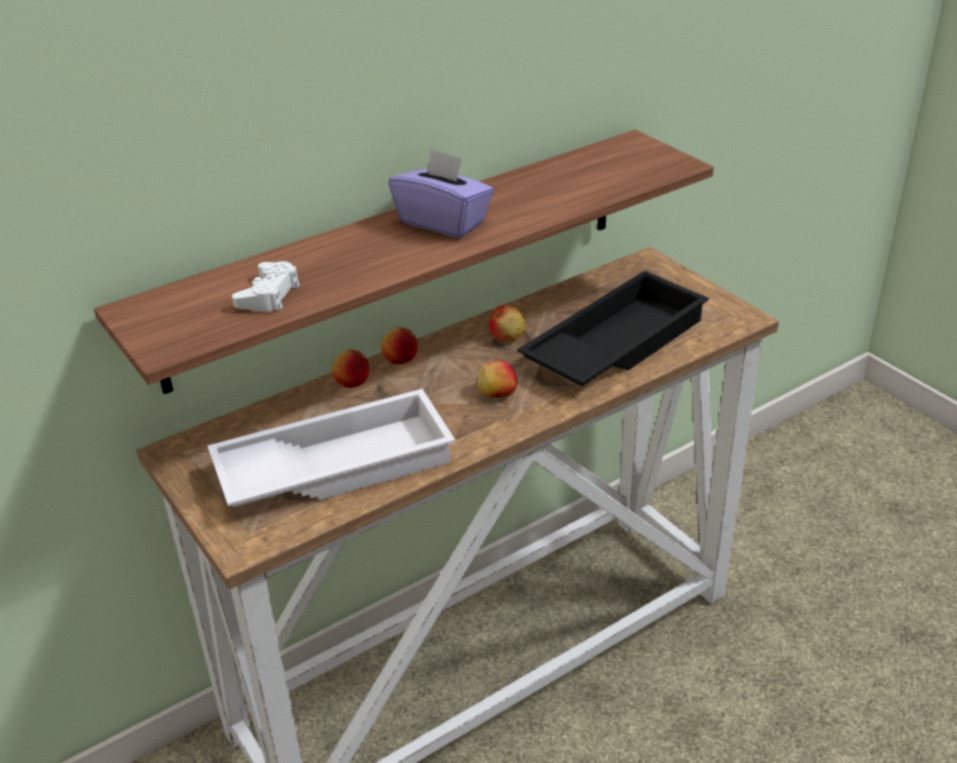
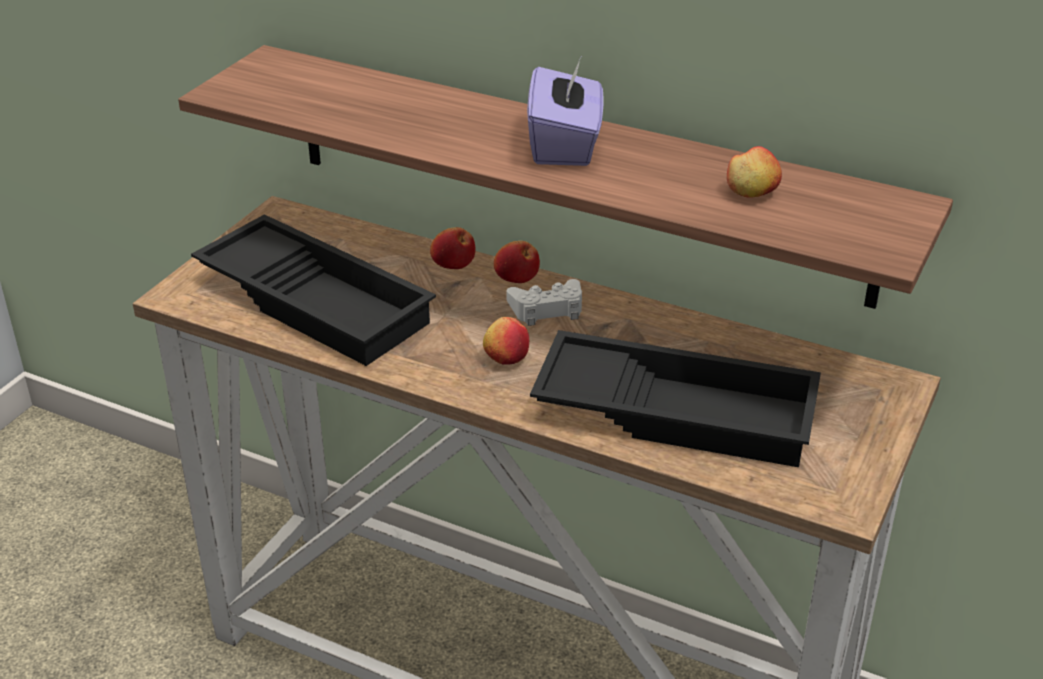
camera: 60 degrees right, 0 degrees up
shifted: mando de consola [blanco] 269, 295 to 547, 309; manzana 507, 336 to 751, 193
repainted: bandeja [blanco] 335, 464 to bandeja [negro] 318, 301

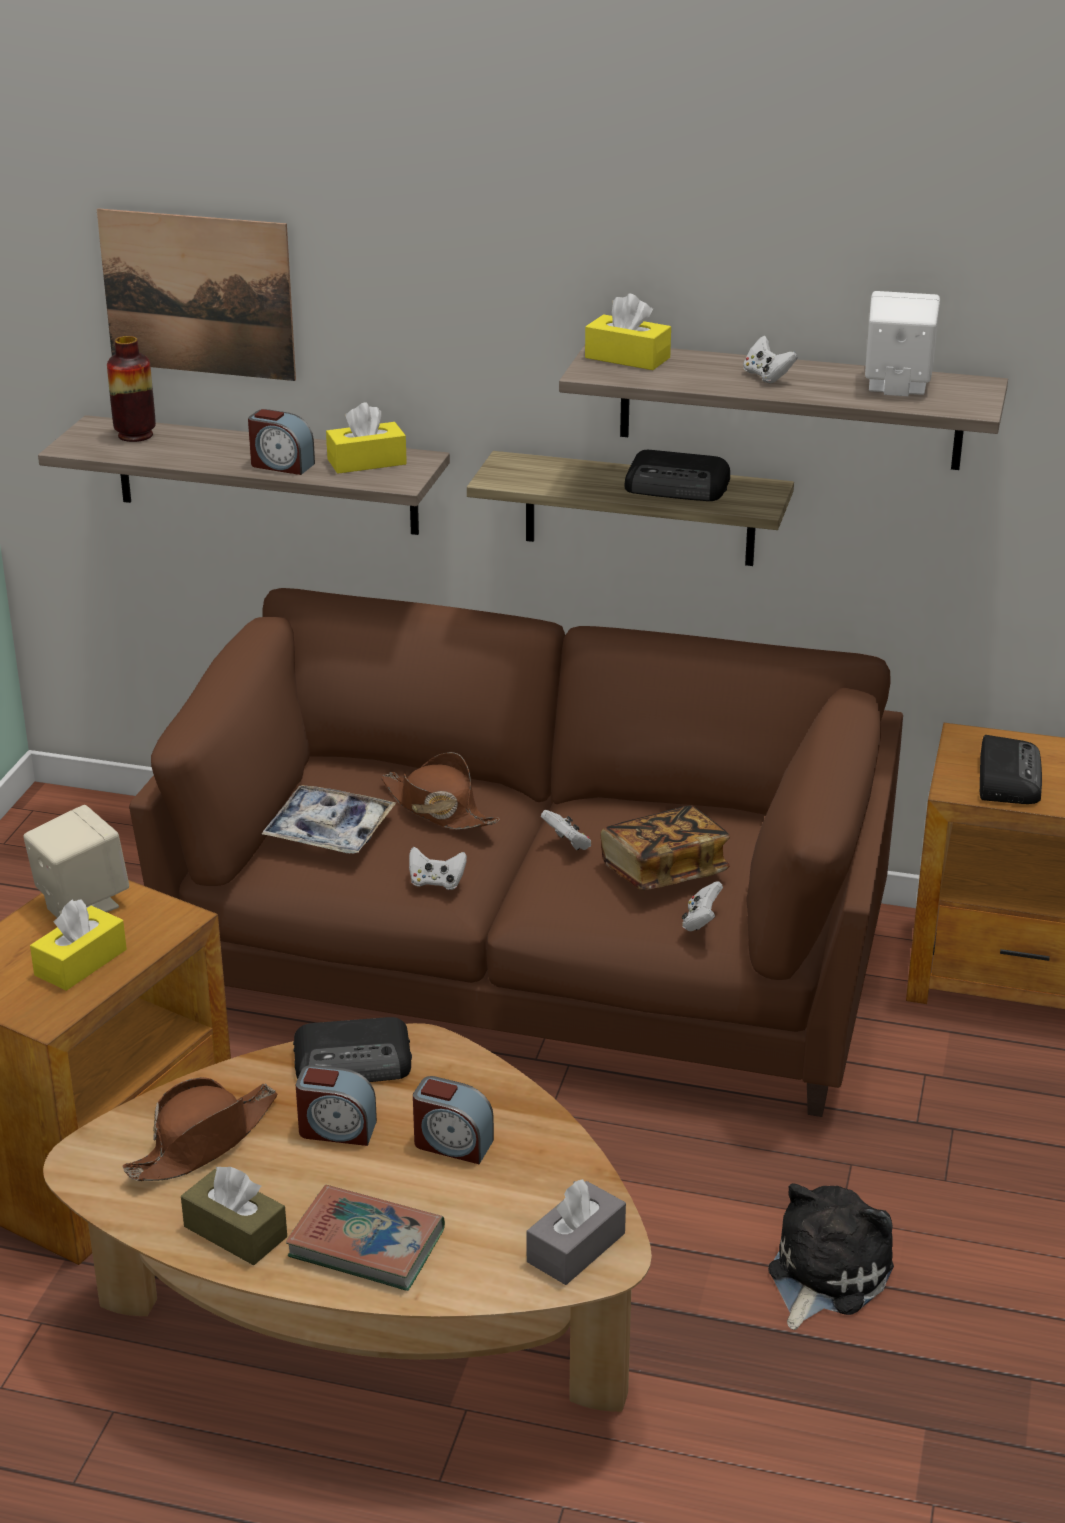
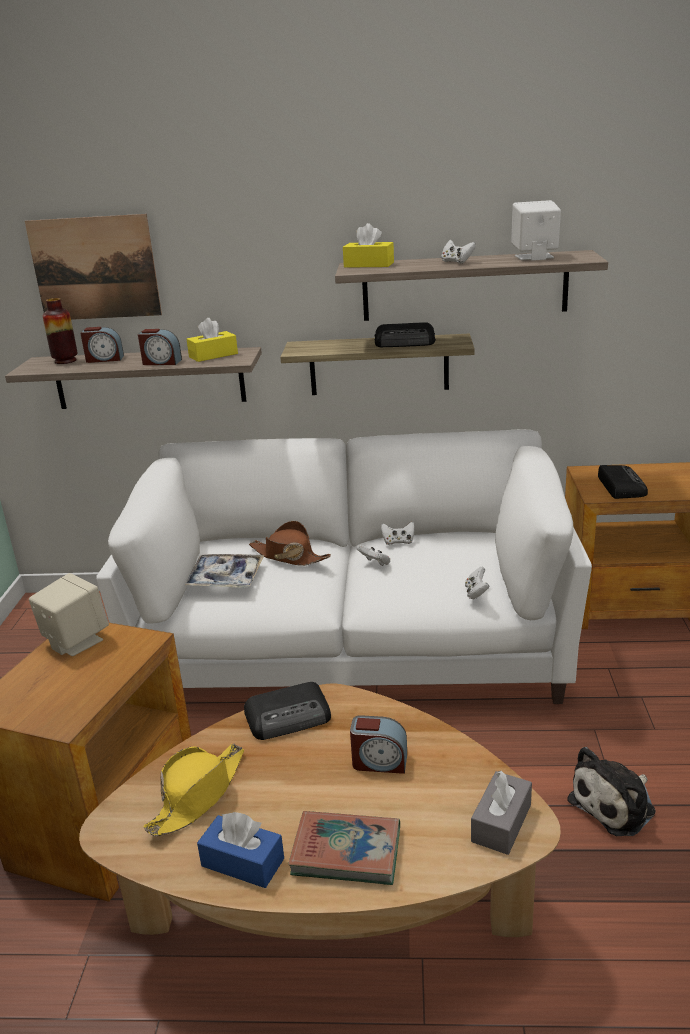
camera: 10 degrees left, 5 degrees down
gone: caja de pañuelos [amarillo] 80, 962; libro 664, 871
shifted: despertador 336, 1129 to 104, 359; mando de consola [blanco] 436, 882 to 398, 542
repainted: sombrero [marrón] 203, 1141 to sombrero [amarillo] 198, 795; sofá [marrón] 533, 963 to sofá [blanco] 353, 644; caja de pañuelos [marrón] 235, 1232 to caja de pañuelos [azul] 242, 862
rotated: peluche 824, 1275 = 615, 805 150 degrees counterclockwise

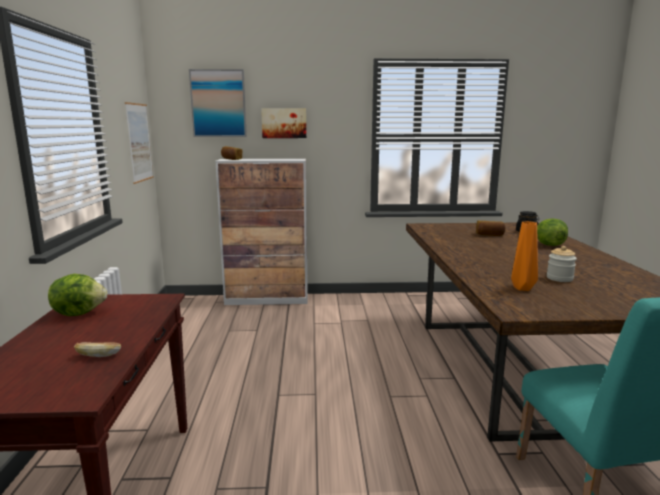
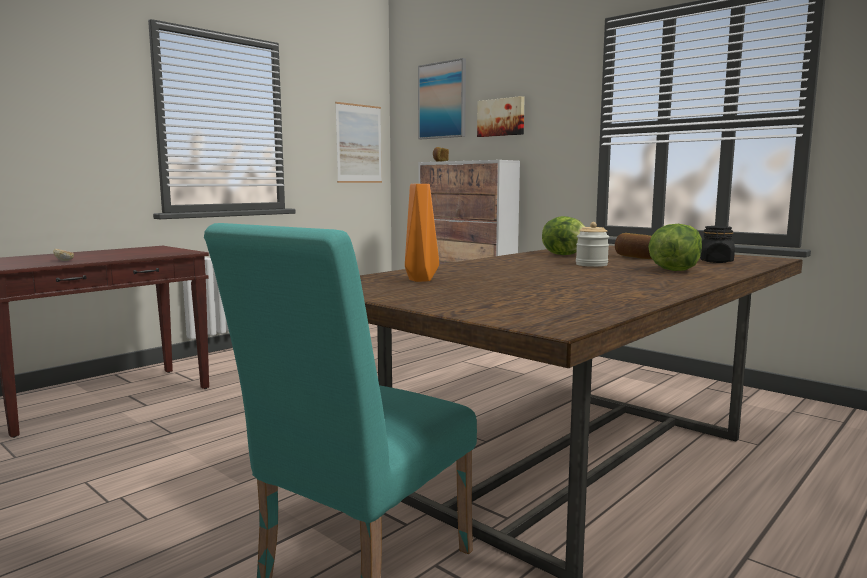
camera: 45 degrees right, 5 degrees down
shifted: lechuga 79, 313 to 565, 255; tarro 559, 278 to 591, 265

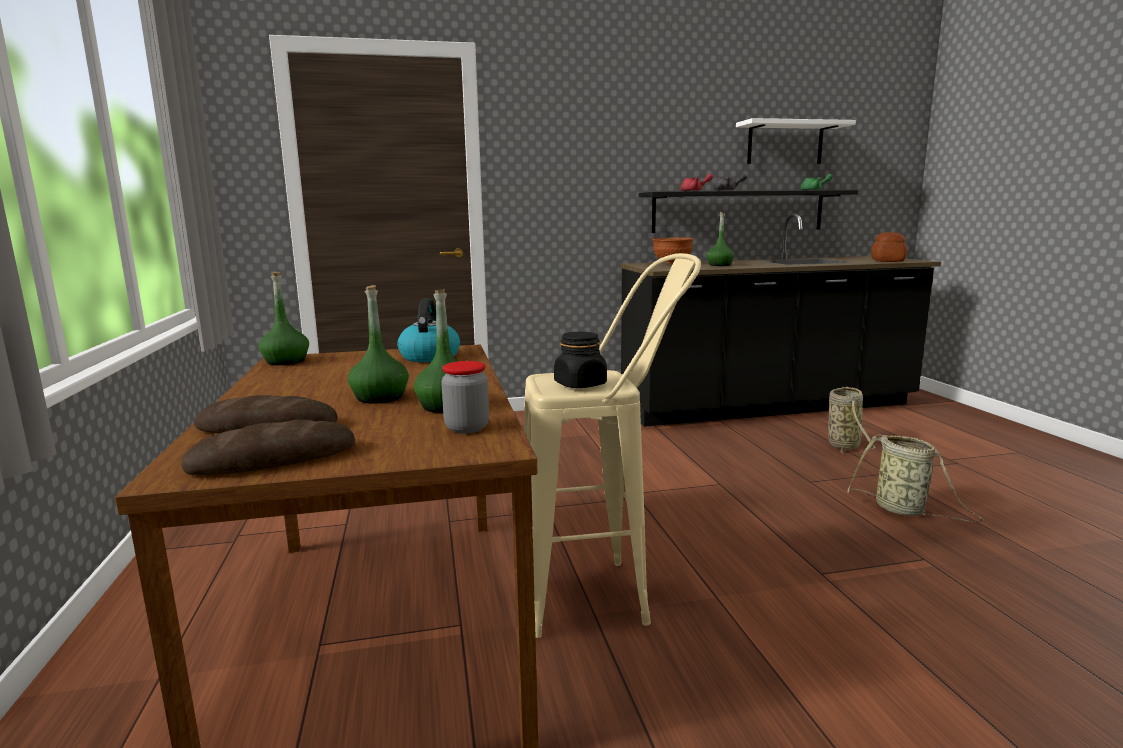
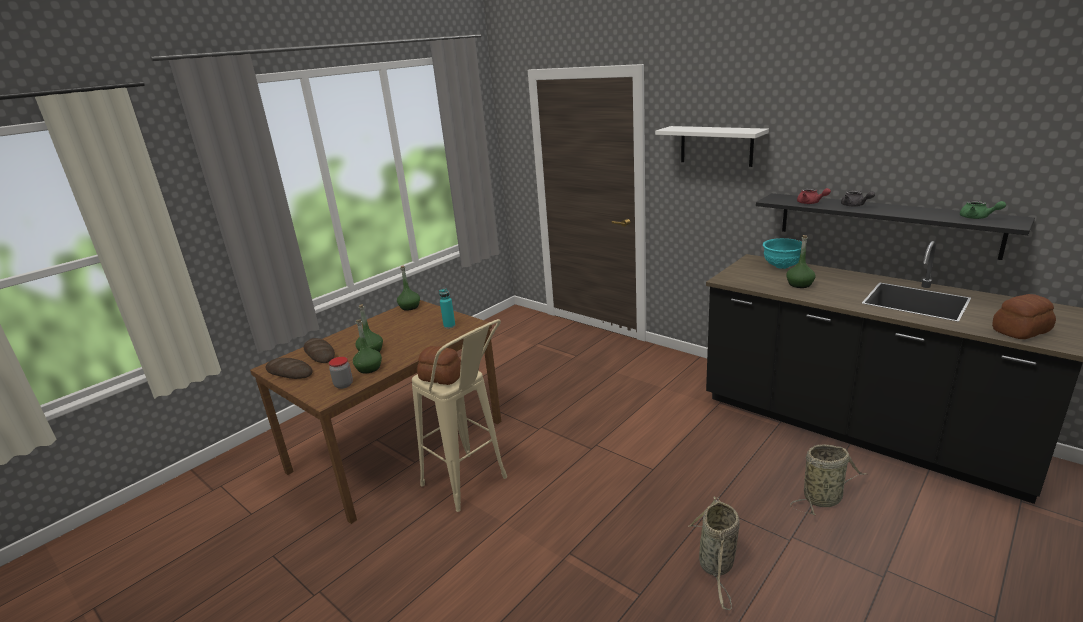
camera: 55 degrees right, 10 degrees up
shifted: estante [blanco] 785, 143 to 716, 145
swapped: hervidor 429, 356 to botella [turquesa] 449, 326; tarro [negro] 580, 384 to pan 441, 377
repainted: cuenco [marrón] 672, 263 to cuenco [turquesa] 781, 266

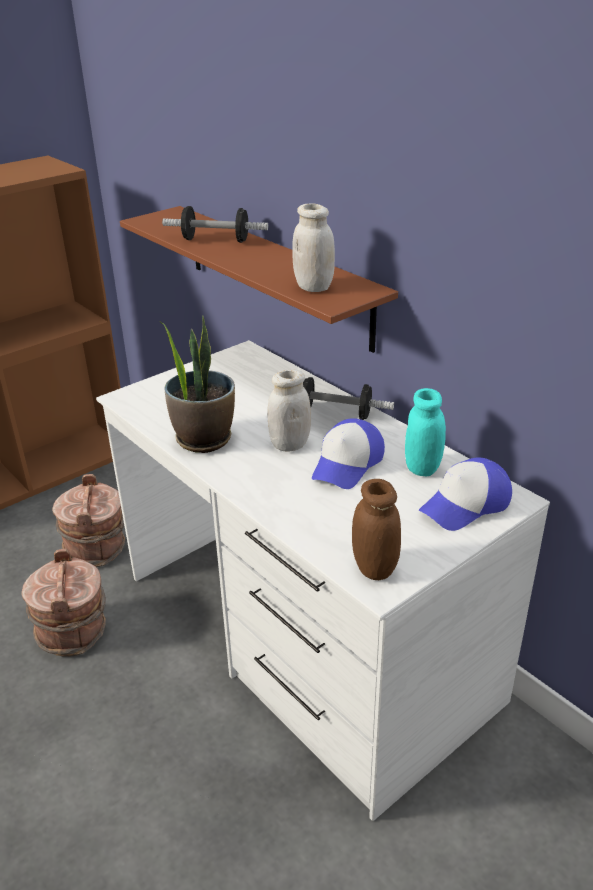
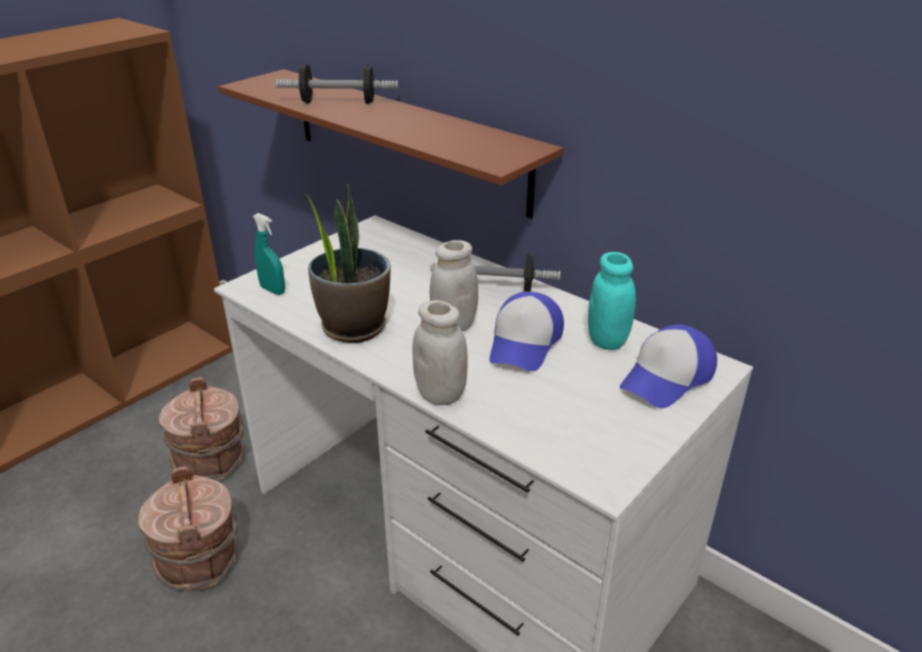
camera: 10 degrees left, 0 degrees up
gone: tarro [marrón] 374, 568
new: pulverizador [turquesa] 273, 290
shifted: tarro [blanco] 313, 287 to 440, 394

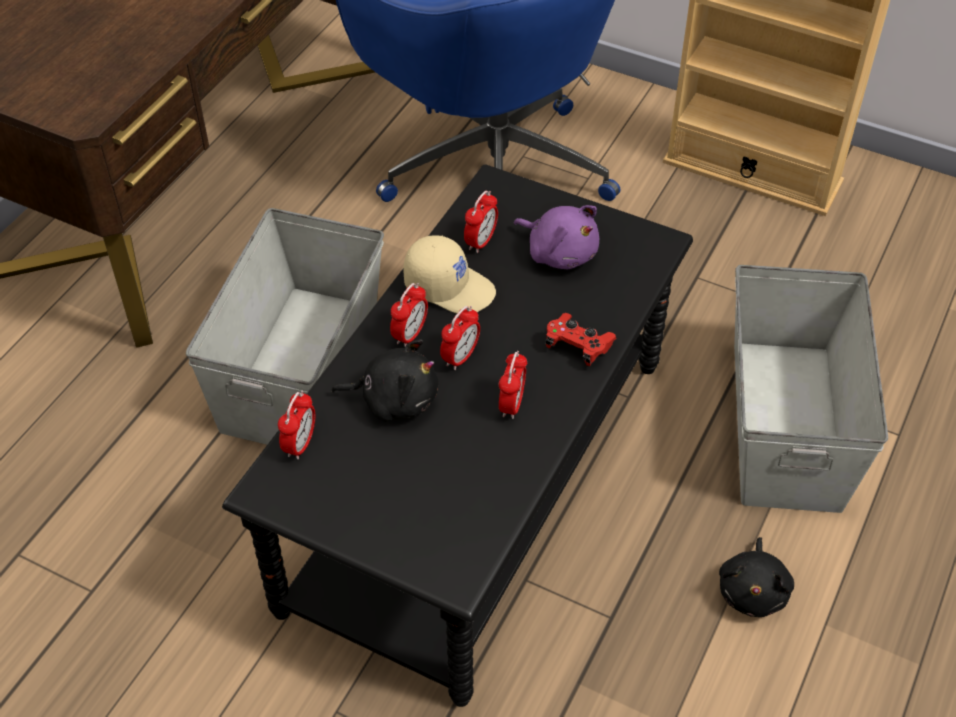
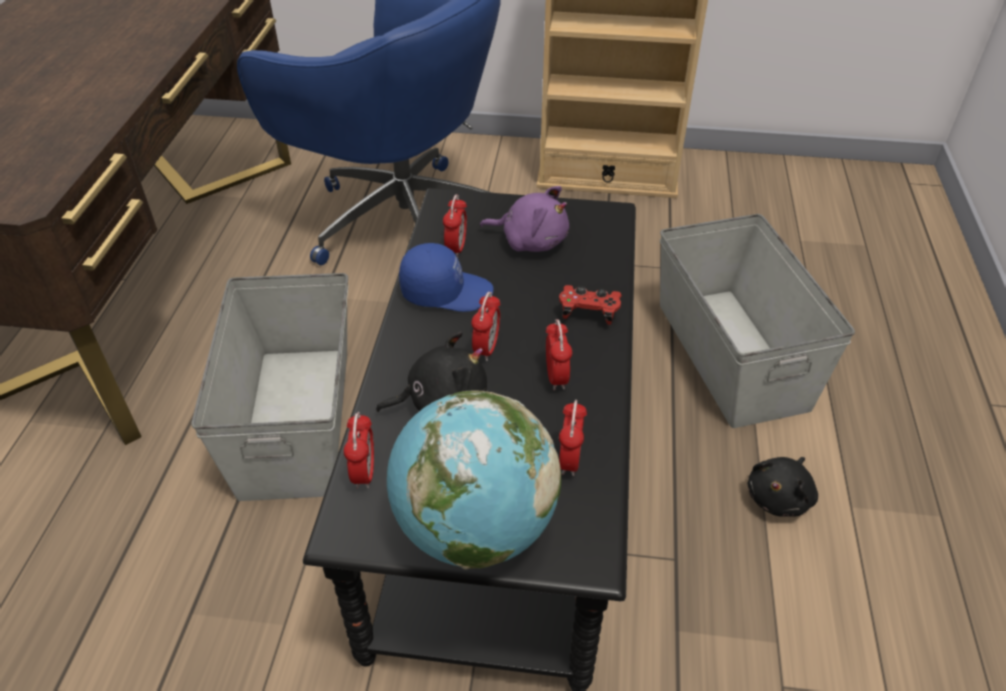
camera: 20 degrees left, 5 degrees down
new: globo terráqueo 474, 528
shifted: despertador 410, 334 to 569, 460
repainted: gorra [beis] 450, 286 to gorra [azul] 446, 291
rotated: peluche [negro] 753, 591 = 779, 497 45 degrees clockwise

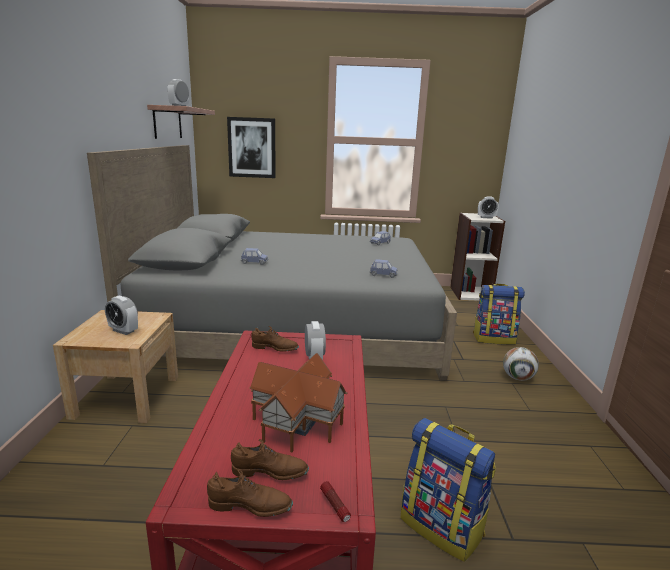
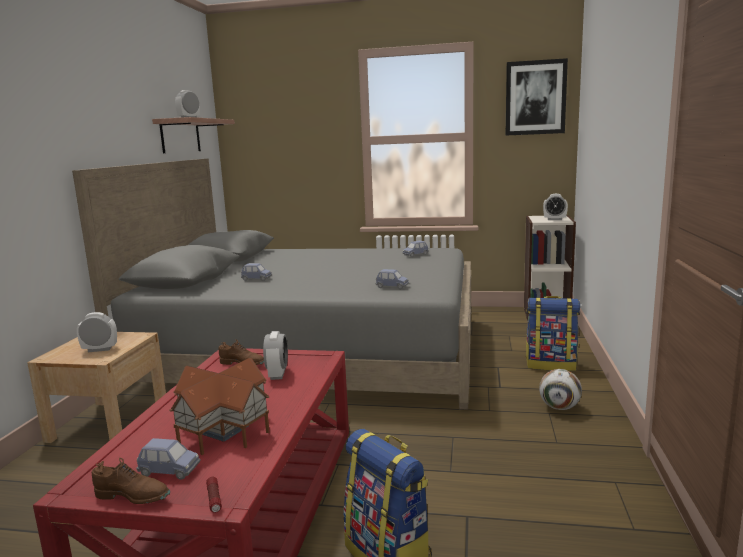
camera: 10 degrees right, 5 degrees down
shifted: cuadro 252, 148 to 535, 98
swapped: zapato [marrón] 270, 472 to coche de juguete [azul] 169, 471
rotated: despertador 123, 331 = 100, 349 135 degrees clockwise

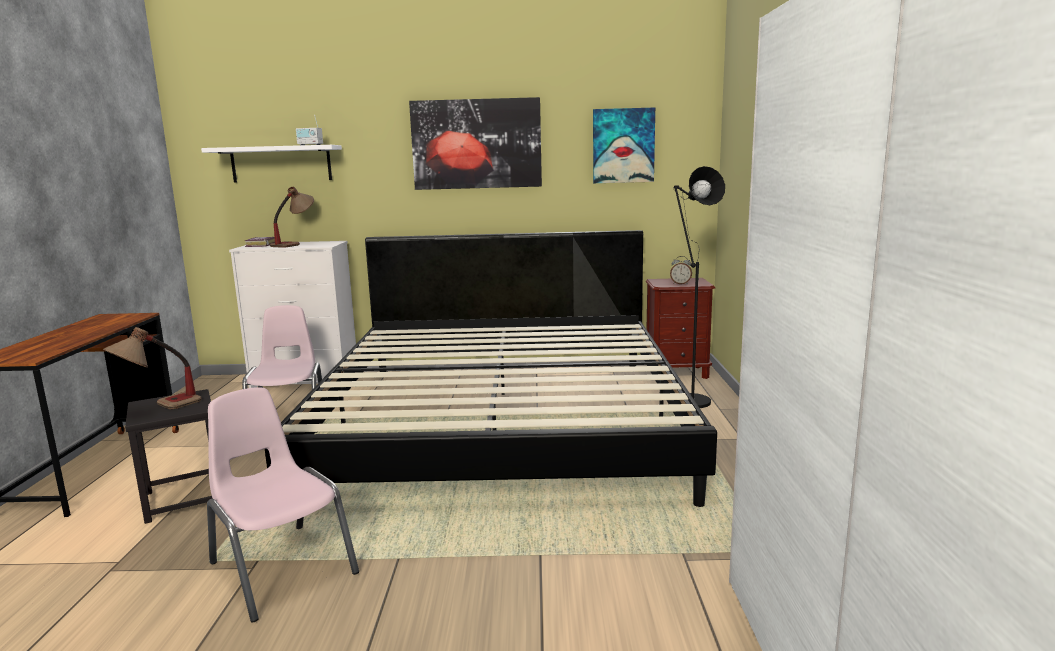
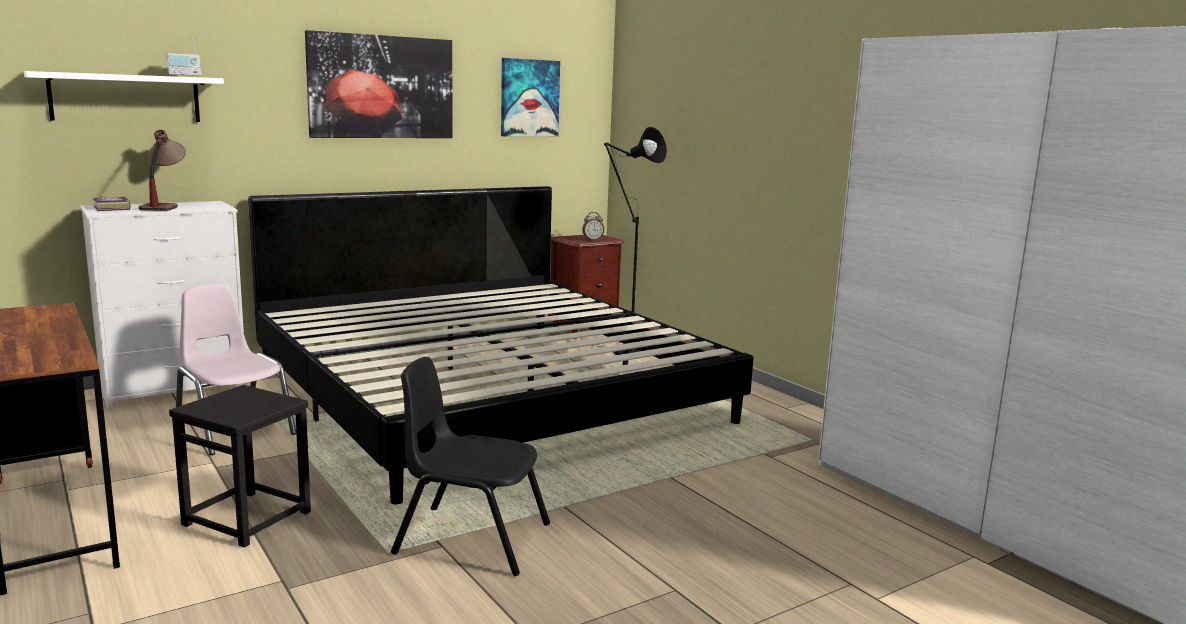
camera: 35 degrees left, 0 degrees up
gone: lámpara de mesa 159, 408
repainted: silla [rosa] 281, 568 to silla [negro] 472, 539

